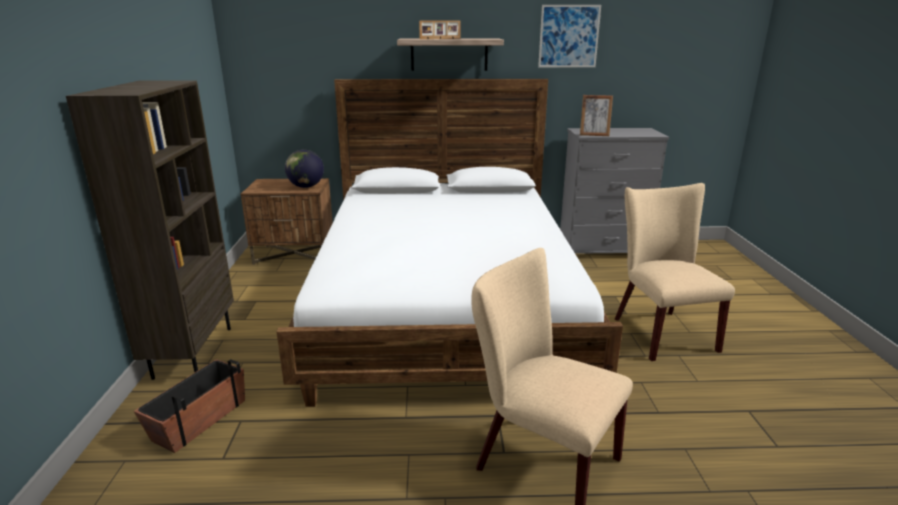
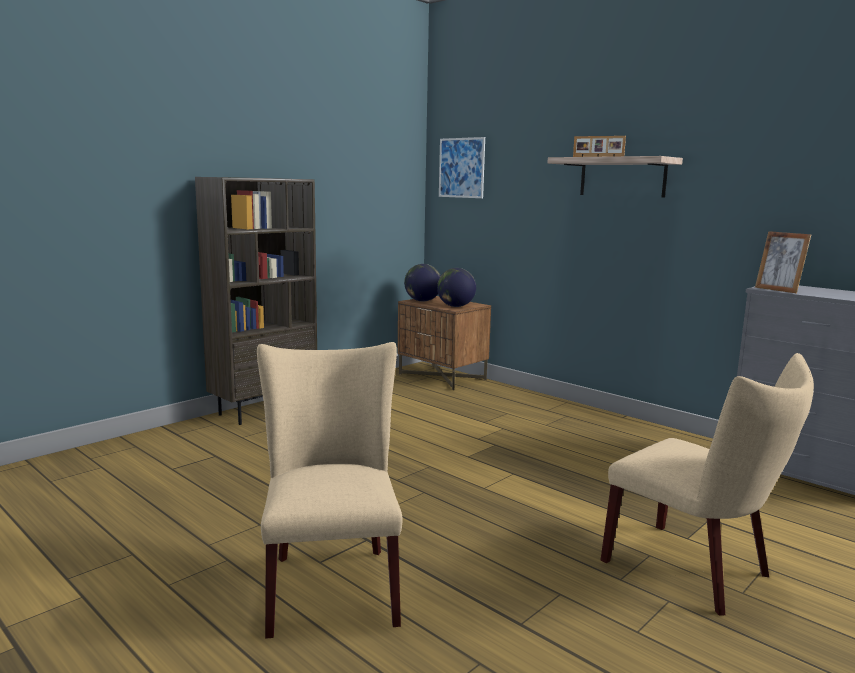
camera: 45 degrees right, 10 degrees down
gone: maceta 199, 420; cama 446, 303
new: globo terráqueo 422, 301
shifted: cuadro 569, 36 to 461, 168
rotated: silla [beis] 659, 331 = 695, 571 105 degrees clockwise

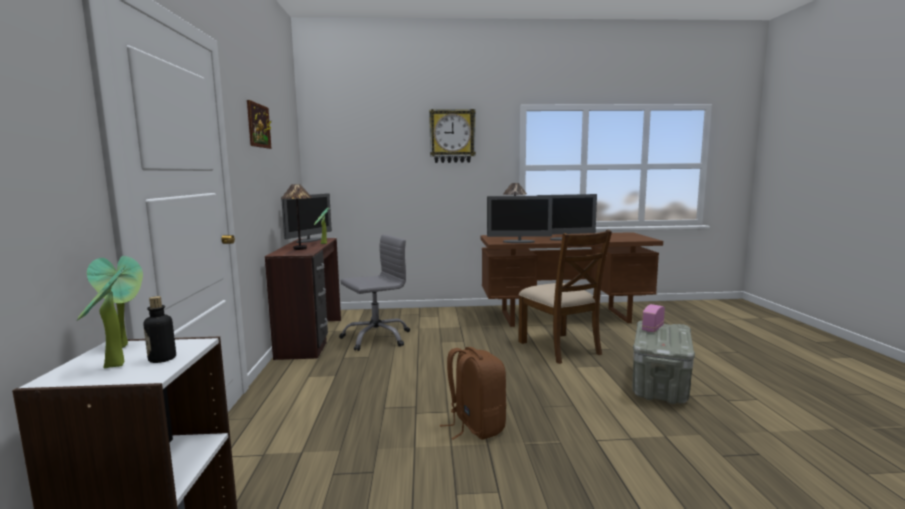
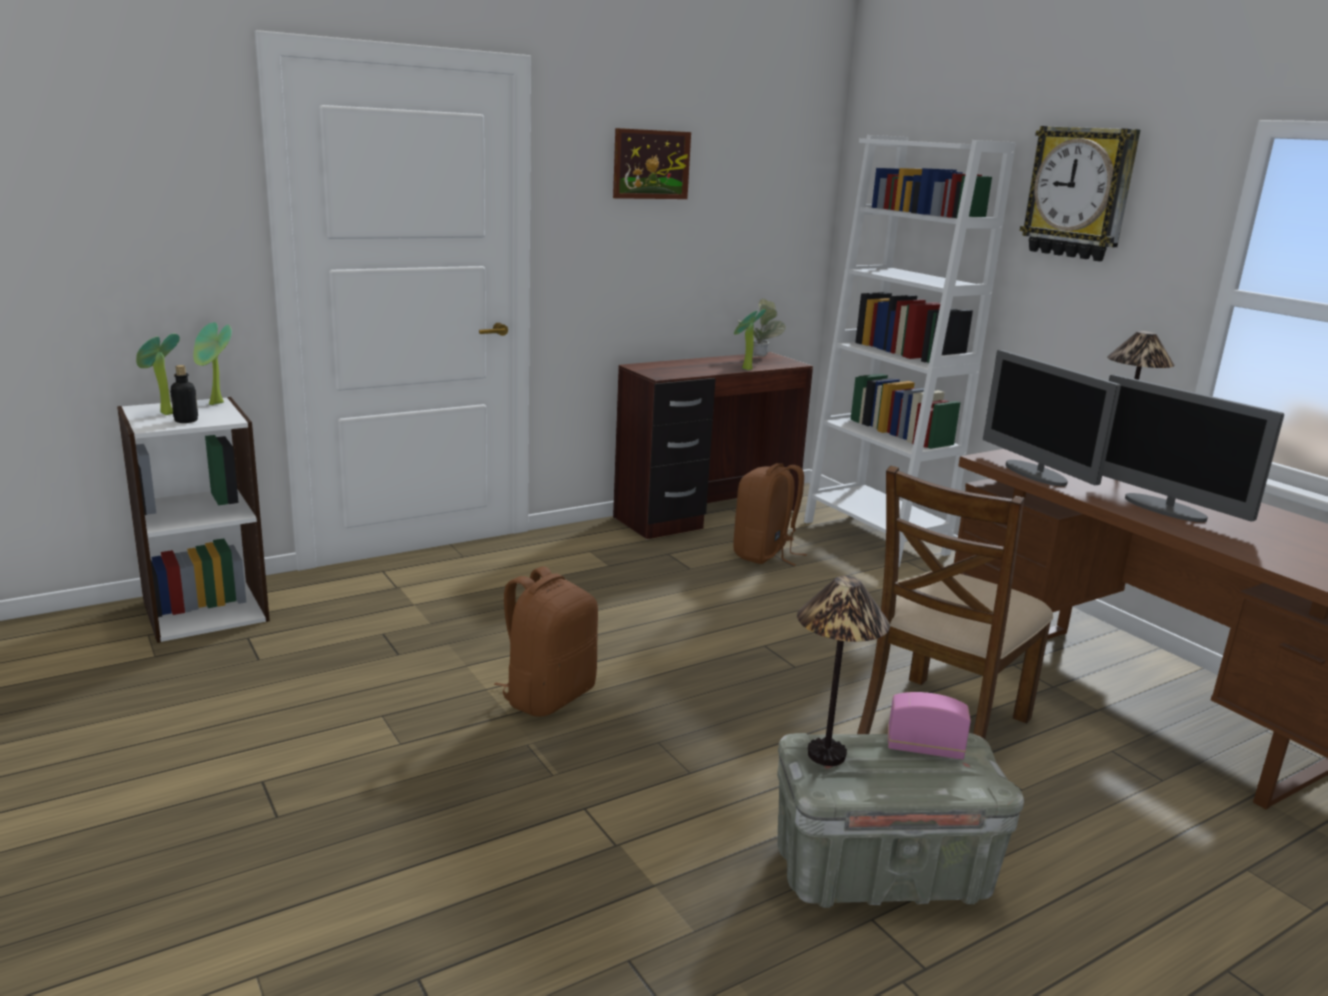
camera: 60 degrees right, 10 degrees up
new: estantería [blanco] 874, 537
shifted: lámpara de mesa 300, 248 to 825, 755
swapped: monitor 309, 240 to planta en maceta 759, 359; silla de oficina [gris] 376, 338 to mochila [marrón] 765, 554

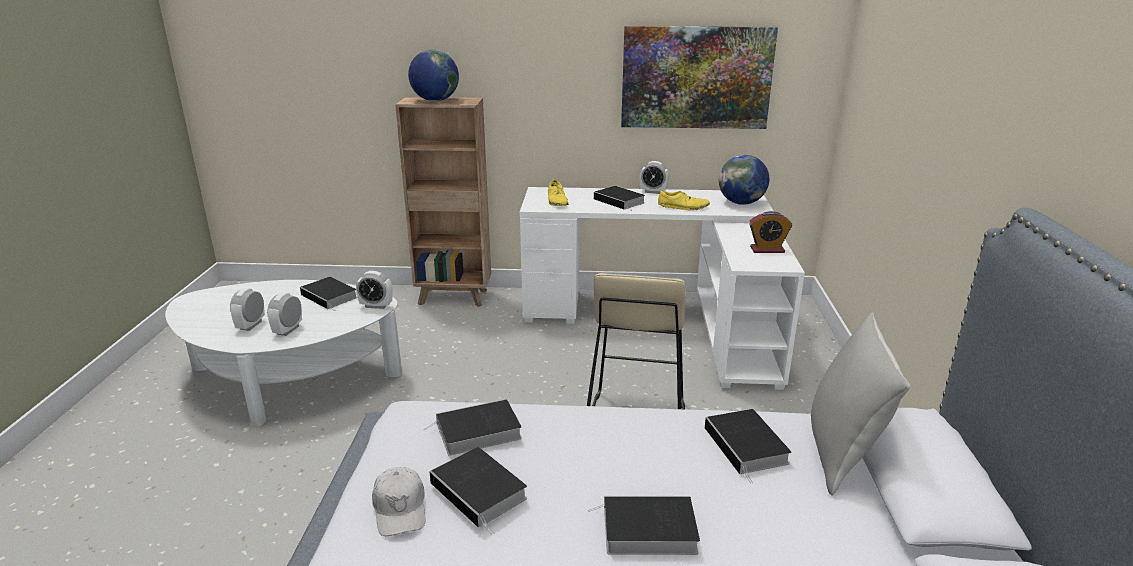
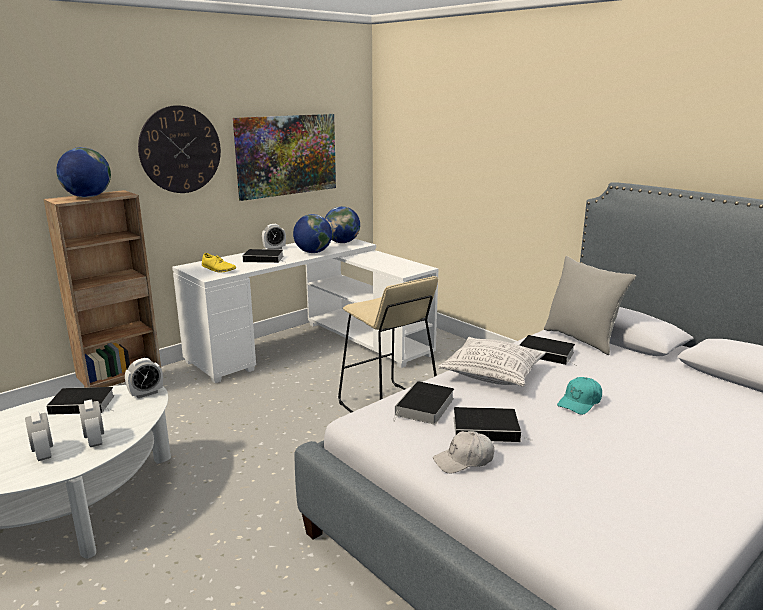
camera: 45 degrees left, 5 degrees down
gone: despertador 767, 250
new: reloj de pared 180, 150; cojín 492, 374
swapped: libro 646, 530 to gorra [turquesa] 580, 402; zapato [amarillo] 683, 207 to globo terráqueo 313, 252
rotated: gorra [blanco] 400, 509 = 464, 460 135 degrees clockwise

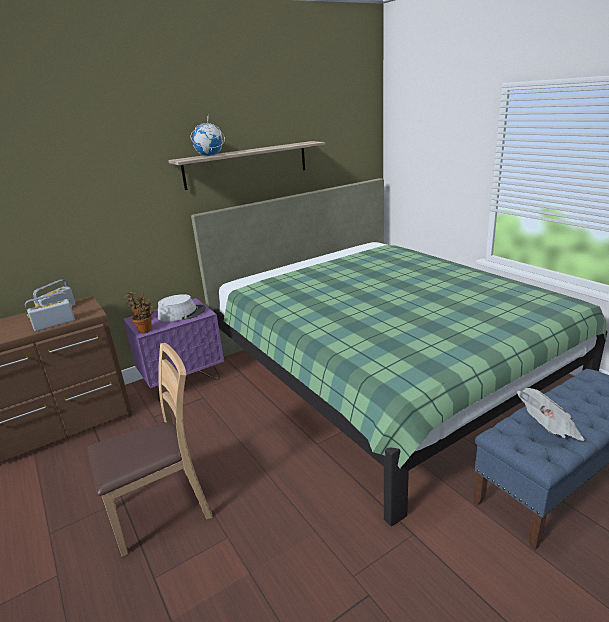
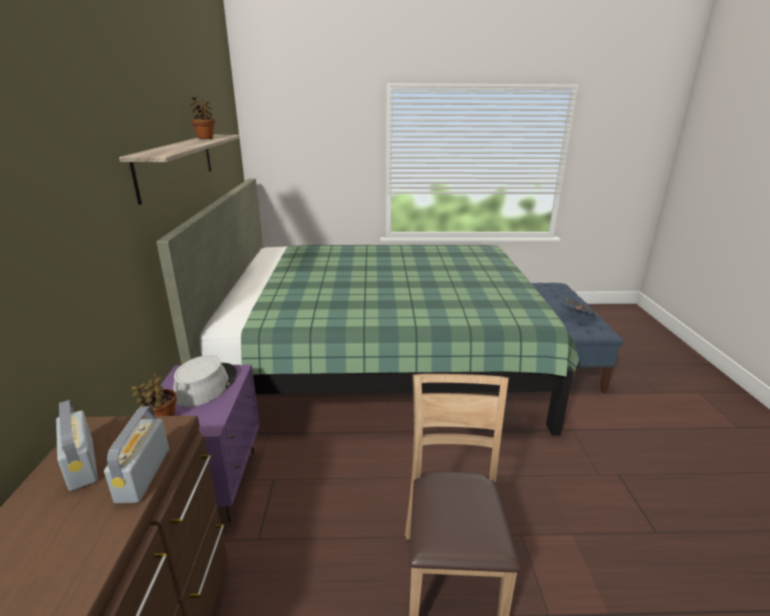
camera: 60 degrees left, 0 degrees up
gone: globo terráqueo 209, 155
shifted: planta en maceta 146, 330 to 205, 138

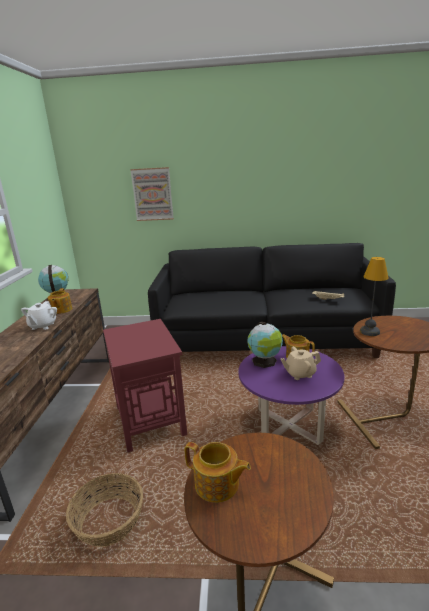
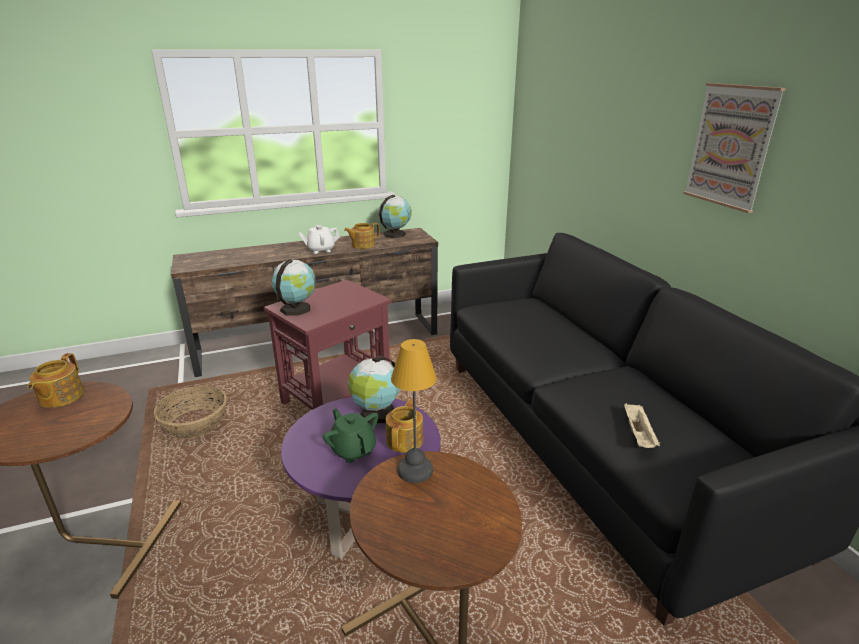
camera: 65 degrees right, 5 degrees up
new: globo terráqueo 296, 308
shifted: cuadro 152, 194 to 731, 146
repainted: tetera [beis] 299, 374 to tetera [verde] 353, 450

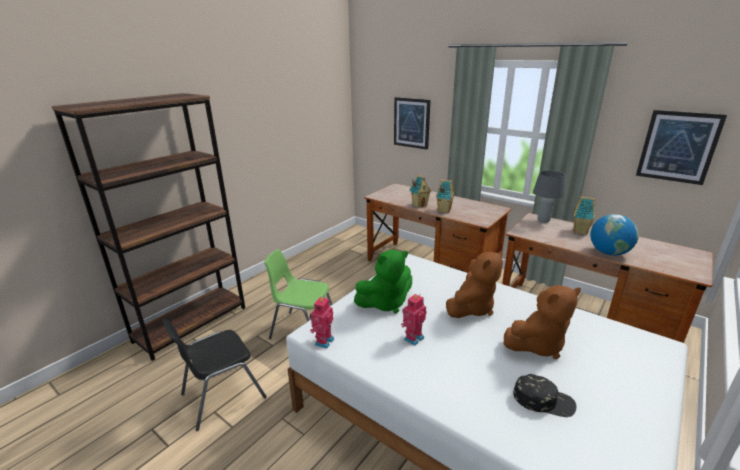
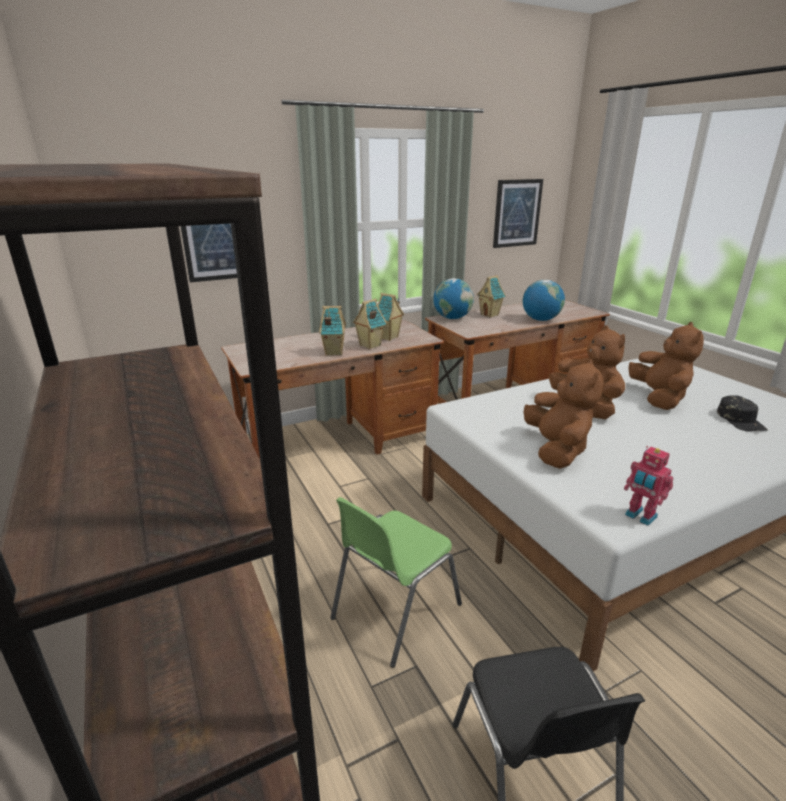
camera: 65 degrees left, 0 degrees up
gone: robot de juguete 412, 338
new: casita 388, 338
swapped: lámpara de mesa [gris] 543, 221 to globo terráqueo 452, 318
repainted: peluche [verde] 385, 303 to peluche [marrón] 556, 450
rotated: gorra [negro] 543, 400 = 741, 420 135 degrees clockwise

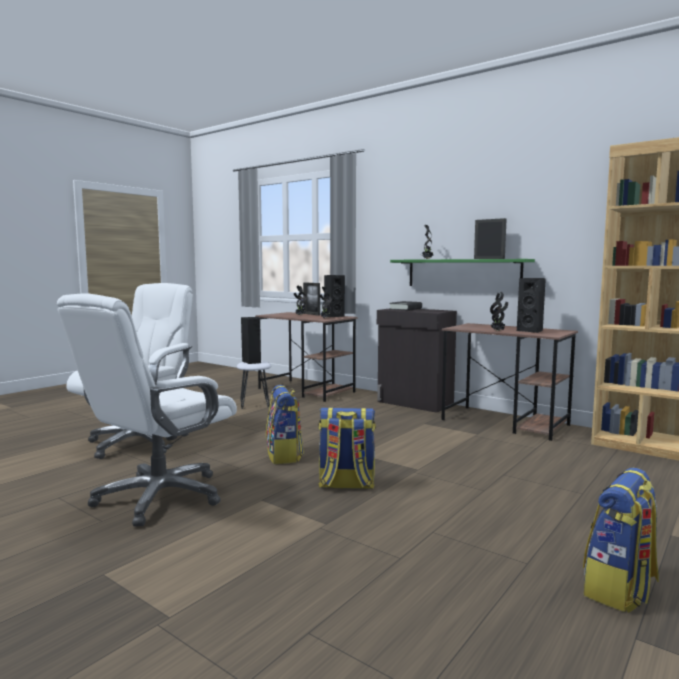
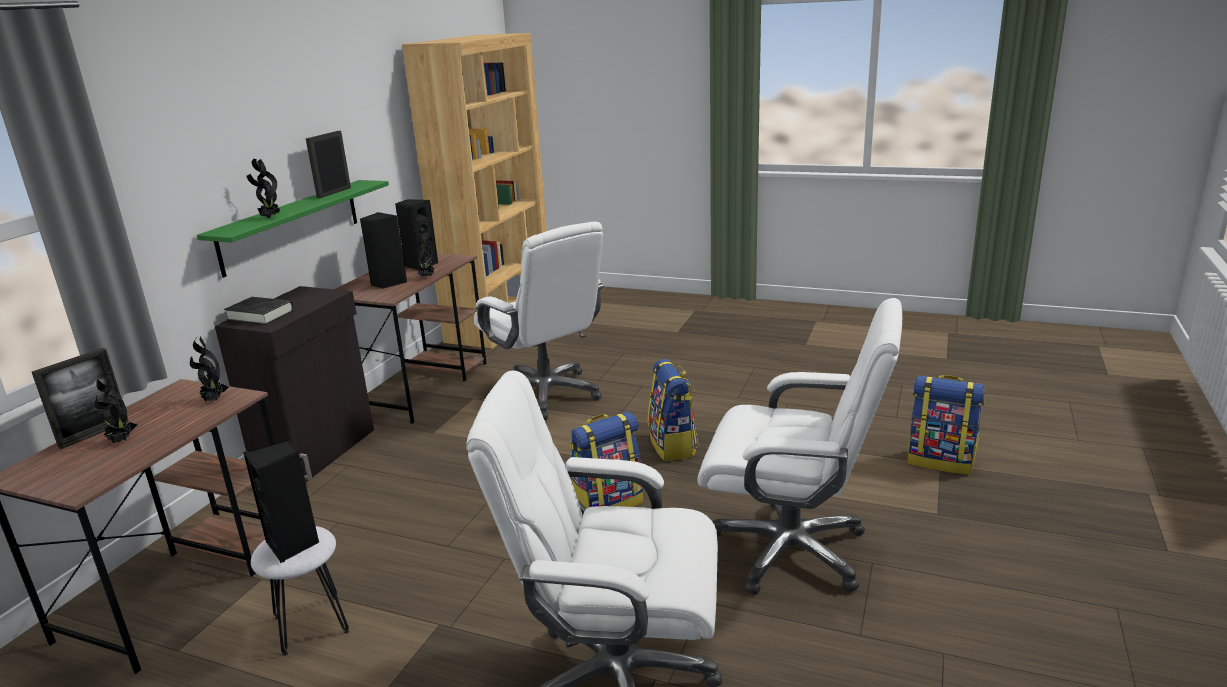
camera: 105 degrees left, 15 degrees up
new: silla de oficina [blanco] 547, 394
shifted: altavoz [negro] 333, 316 to 387, 283; mochila 620, 589 to 941, 461

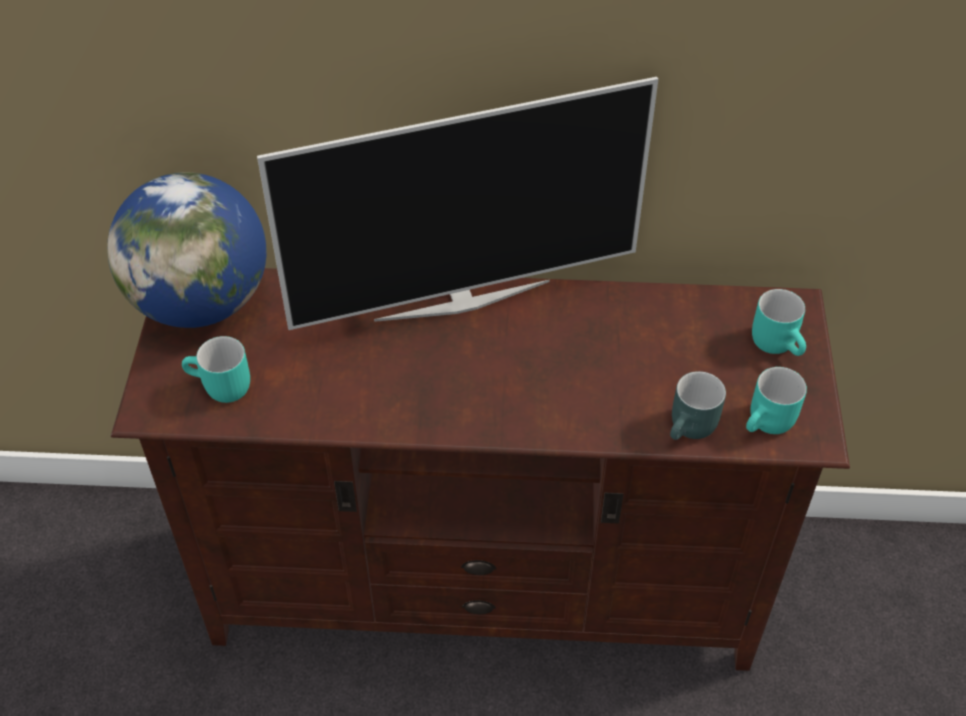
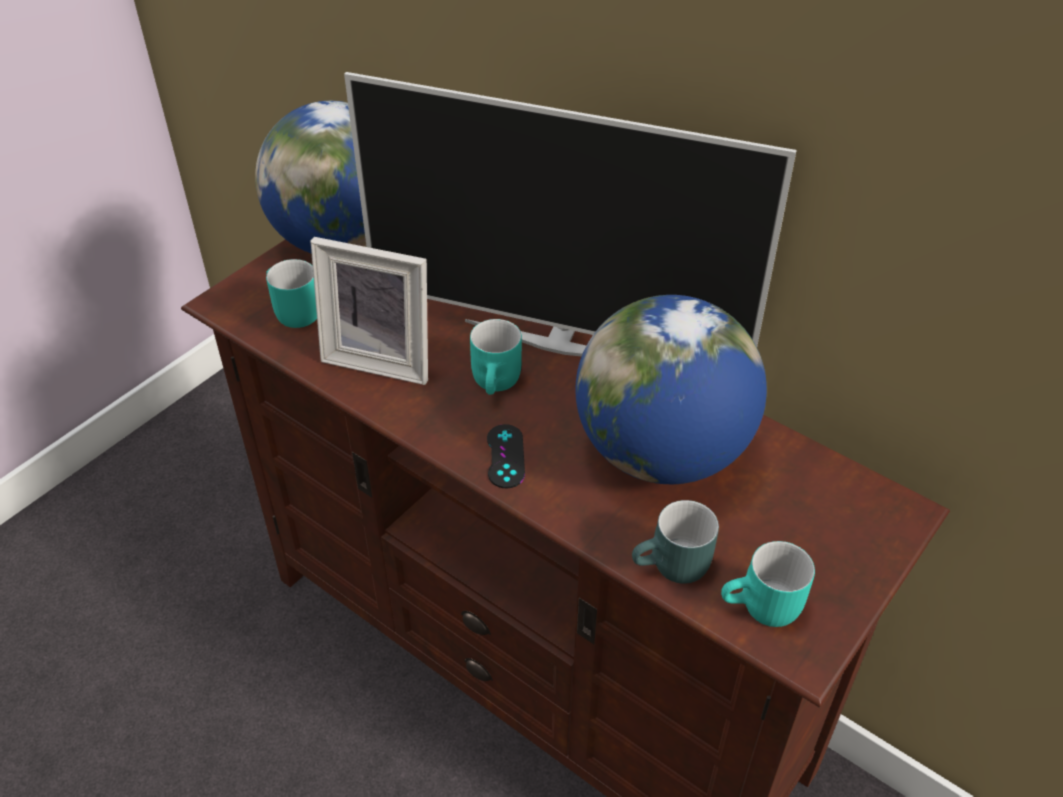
camera: 35 degrees right, 5 degrees down
new: portarretratos 382, 357; mando de consola [negro] 505, 456; globo terráqueo 662, 452
shifted: taza grande [turquesa] 780, 343 to 499, 383

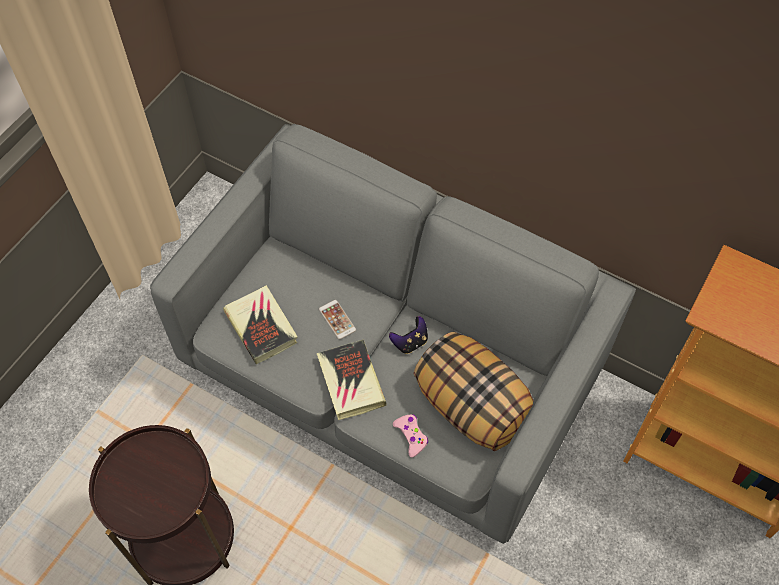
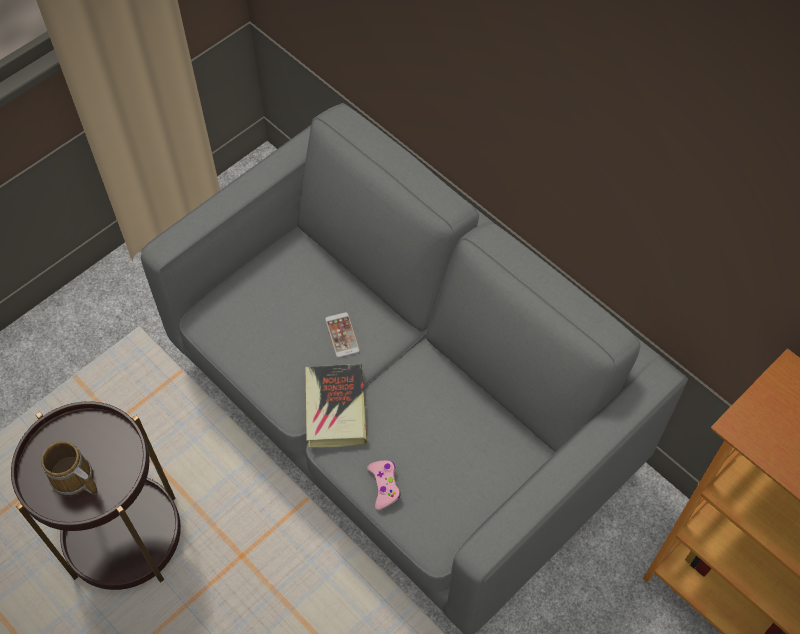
camera: 15 degrees right, 0 degrees up
gone: libro 261, 327; mando de consola 410, 342; cojín 472, 406
new: taza grande 74, 480

